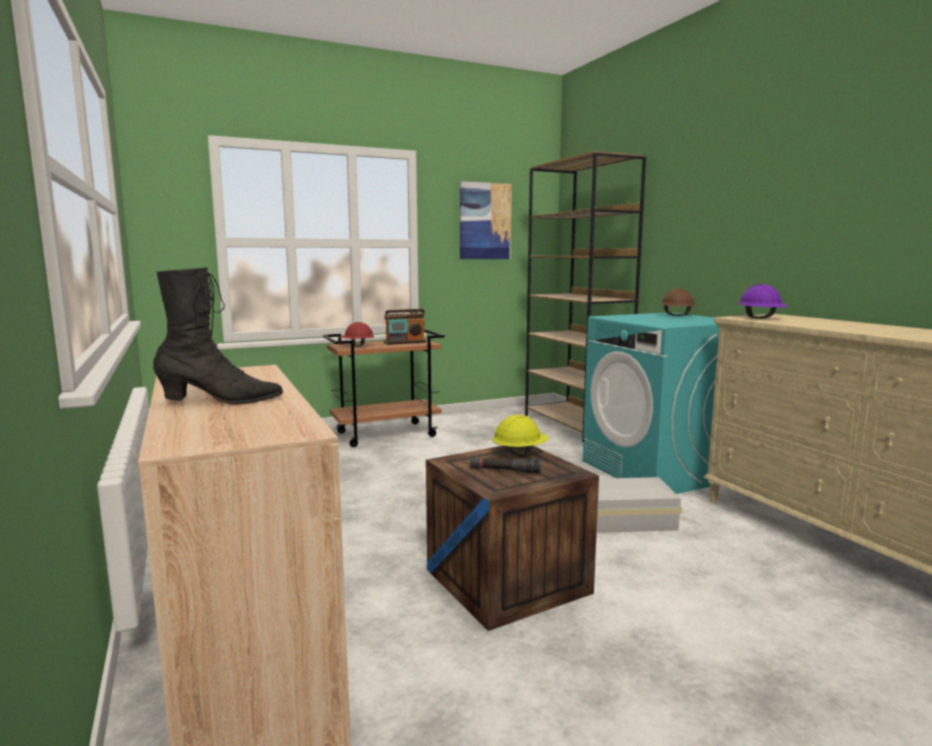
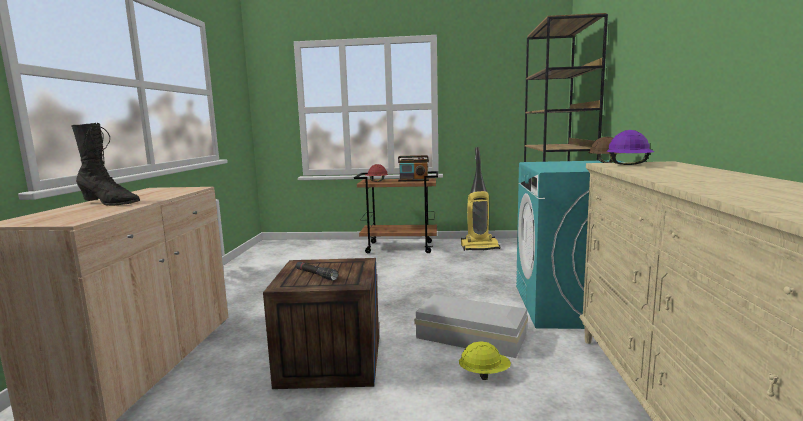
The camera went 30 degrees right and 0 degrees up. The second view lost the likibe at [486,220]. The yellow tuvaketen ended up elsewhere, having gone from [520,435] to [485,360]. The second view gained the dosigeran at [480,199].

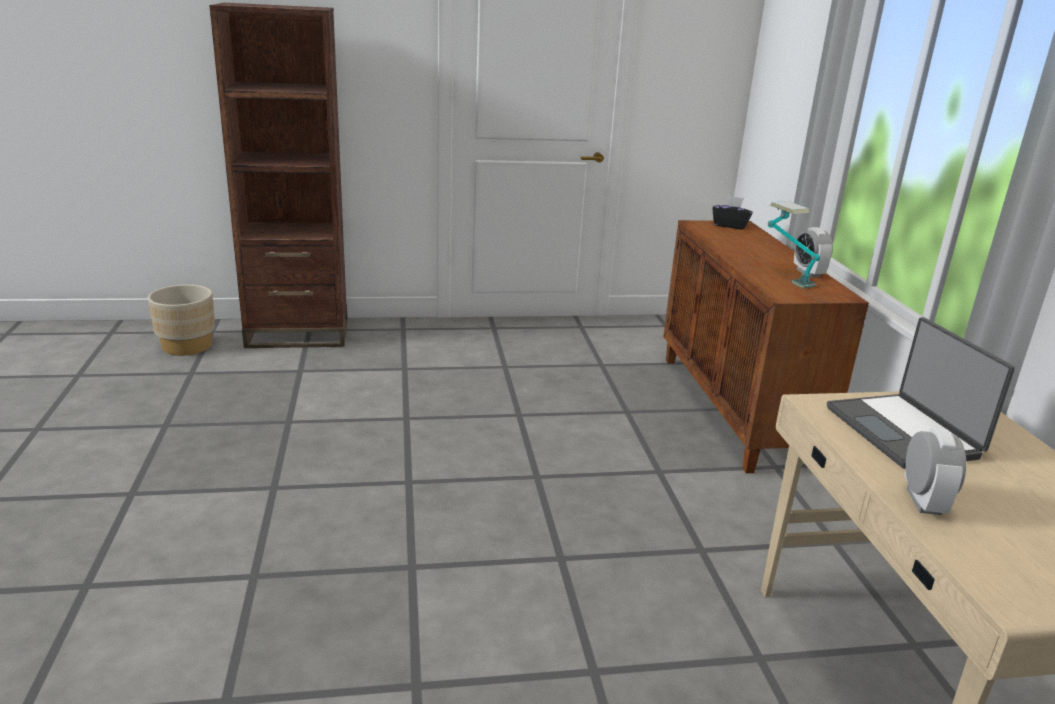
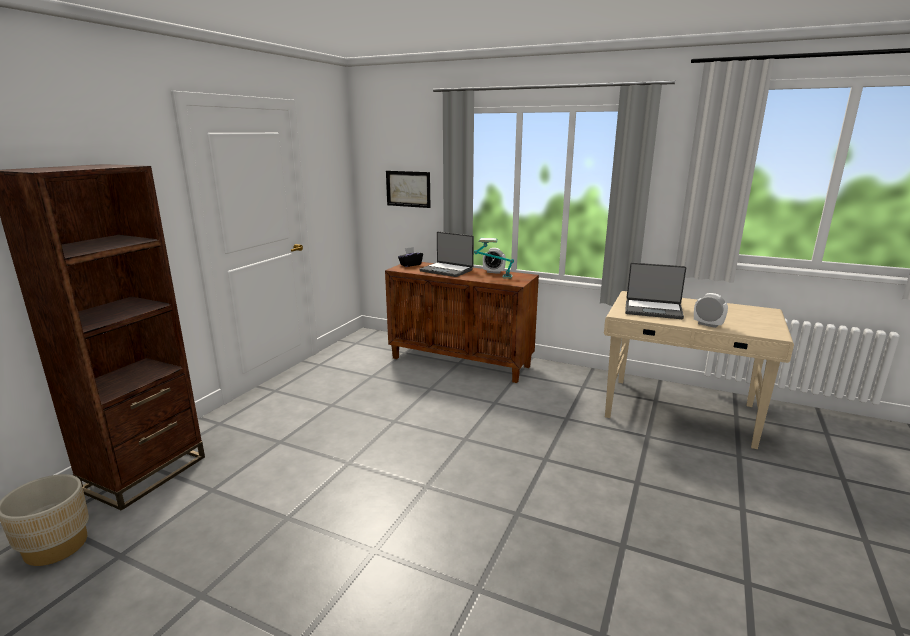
The camera went 55 degrees left and 5 degrees down. The second view gained the likibe at [408,189]. The second view gained the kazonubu at [446,254].

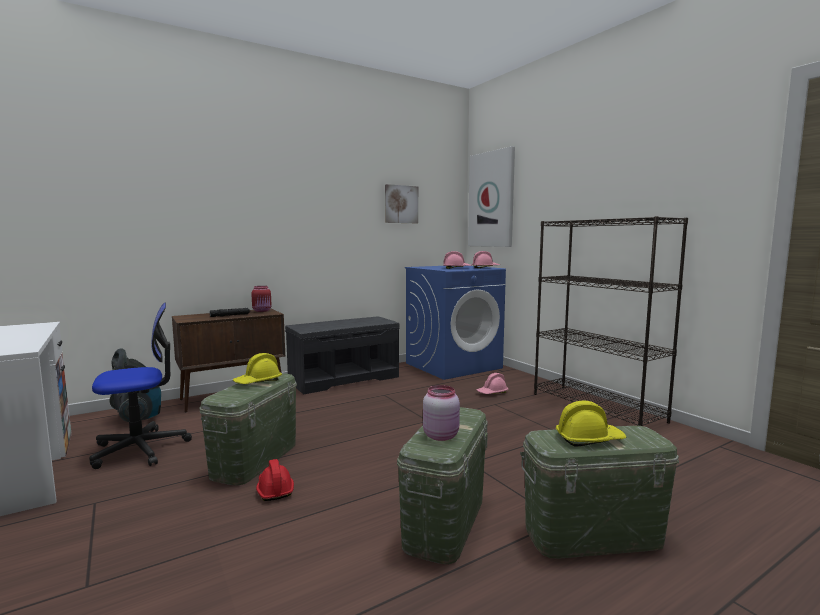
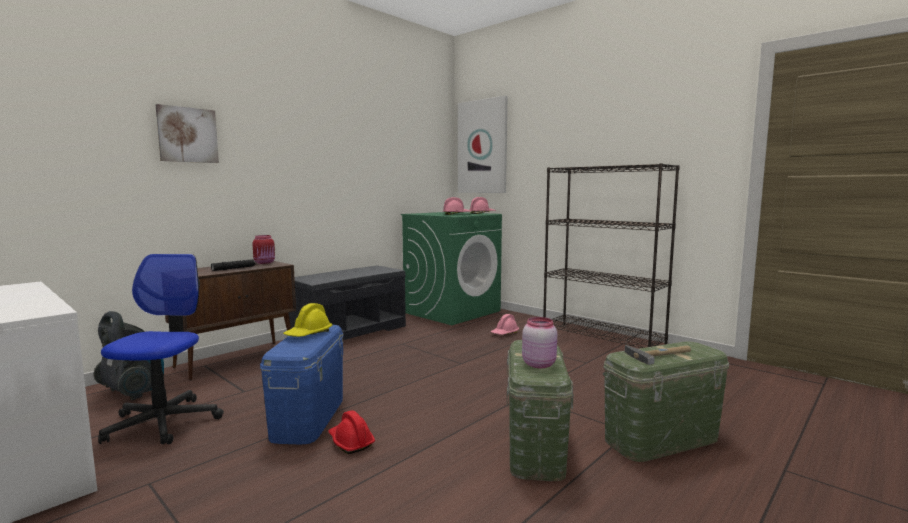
The camera went 15 degrees left and 0 degrees up. The likibe ended up elsewhere, having gone from [401,203] to [187,133]. What was the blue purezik at [455,323] turned into the green purezik at [451,268]. The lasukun at [140,386] ended up facing another way, 45 degrees counterclockwise from before. What was the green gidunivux at [248,429] turned into the blue gidunivux at [302,385]. Where the yellow tuvaketen stood at [591,424], the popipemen came to stand at [658,355].

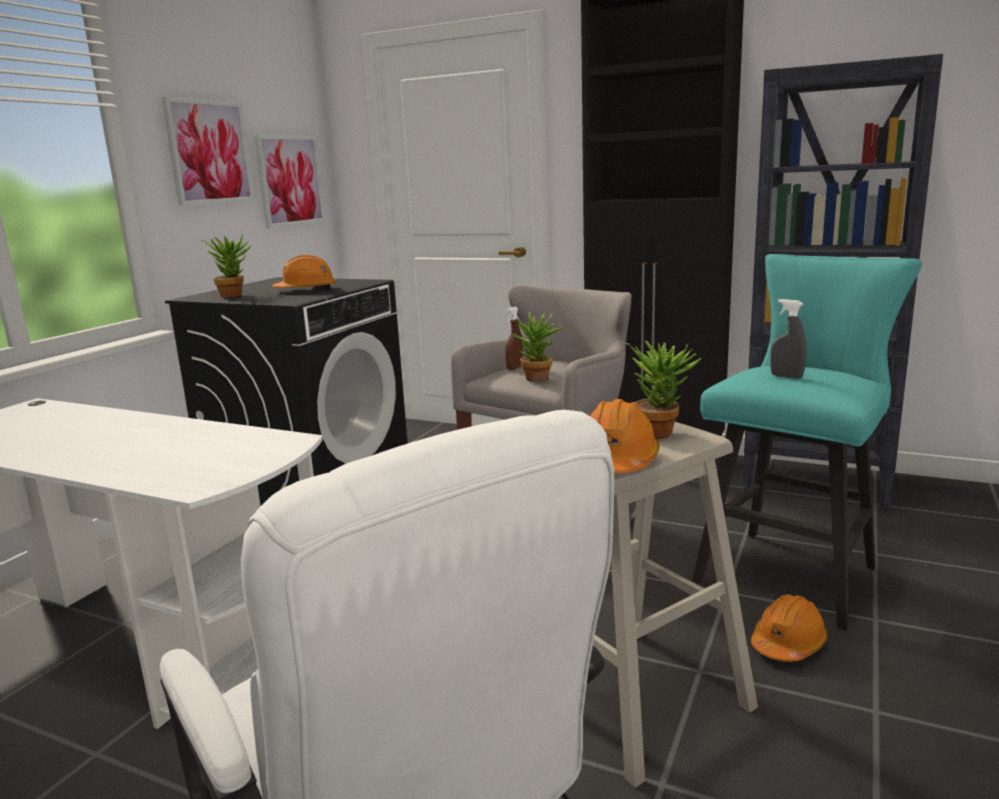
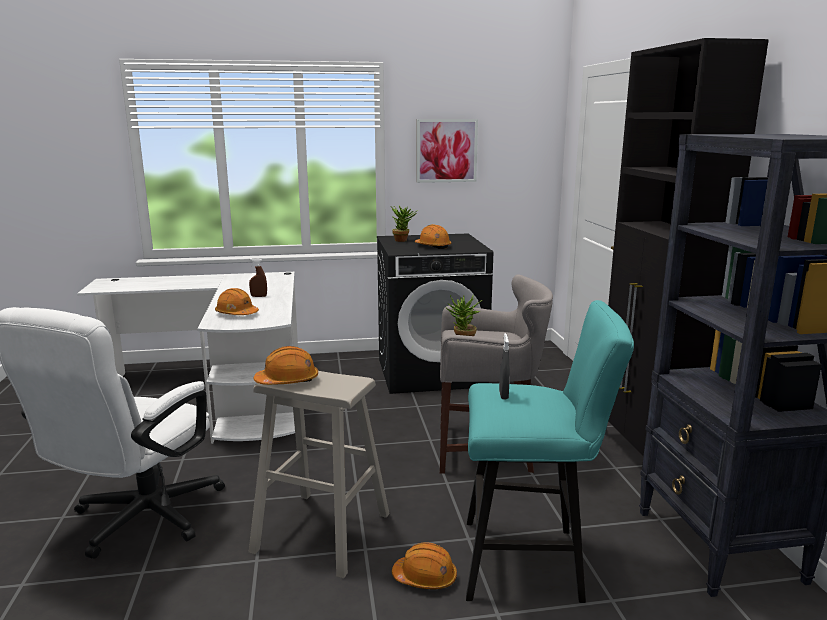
The camera went 55 degrees right and 0 degrees up. The second view lost the likibe at [289,181]. The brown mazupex ended up elsewhere, having gone from [514,338] to [258,277]. The second view lost the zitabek at [663,390]. The second view gained the orange tuvaketen at [237,301].

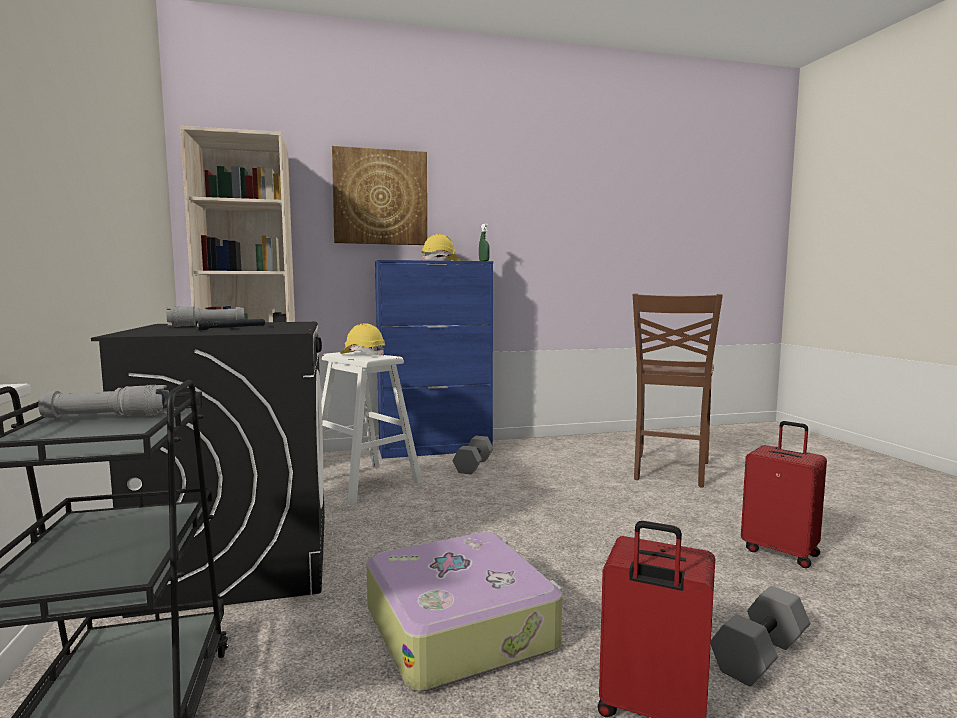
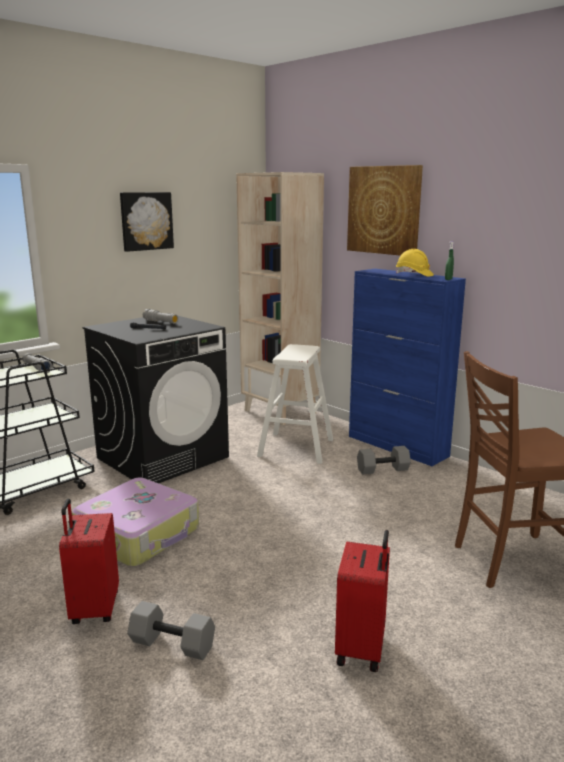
The camera went 60 degrees right and 10 degrees up. The second view lost the yellow tuvaketen at [363,339]. The second view gained the likibe at [147,222].

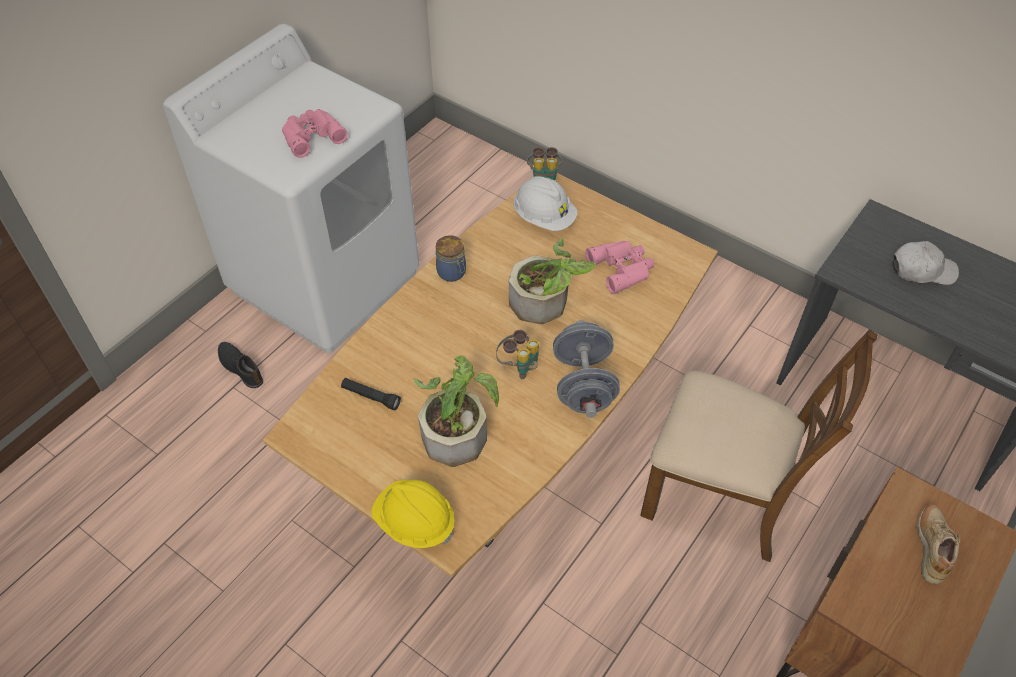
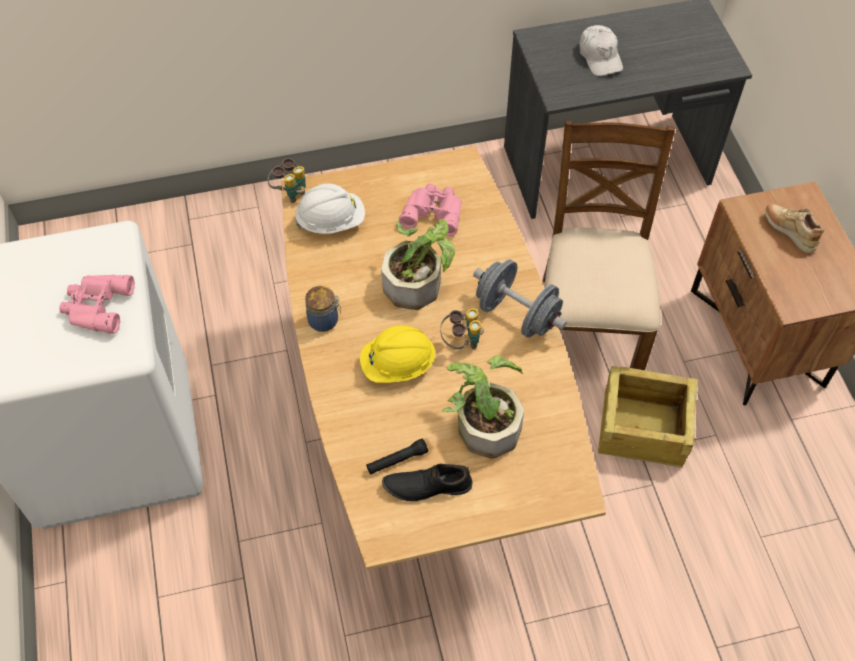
The camera went 50 degrees left and 5 degrees up. The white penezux at [925,263] ended up facing another way, 120 degrees clockwise from before. The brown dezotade at [759,445] ended up facing another way, 60 degrees counterclockwise from before. The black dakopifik ended up elsewhere, having gone from [240,365] to [427,482]. The yellow tuvaketen ended up elsewhere, having gone from [413,514] to [398,354]. The second view gained the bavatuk at [648,416].

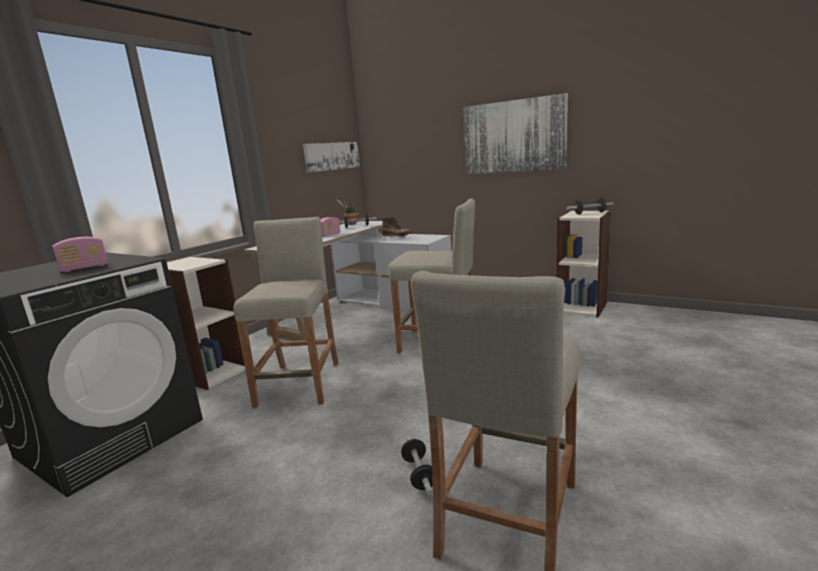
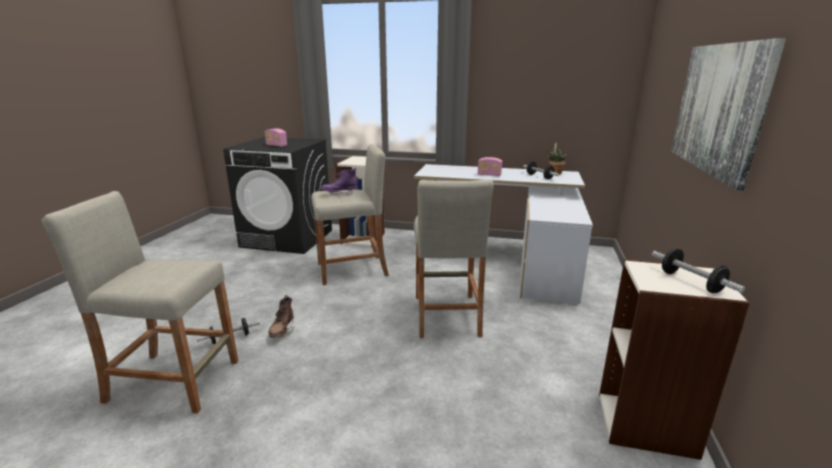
The camera went 70 degrees right and 5 degrees up. The second view lost the likibe at [331,157]. The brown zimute ended up elsewhere, having gone from [396,228] to [281,316]. The second view gained the purple zimute at [339,181].

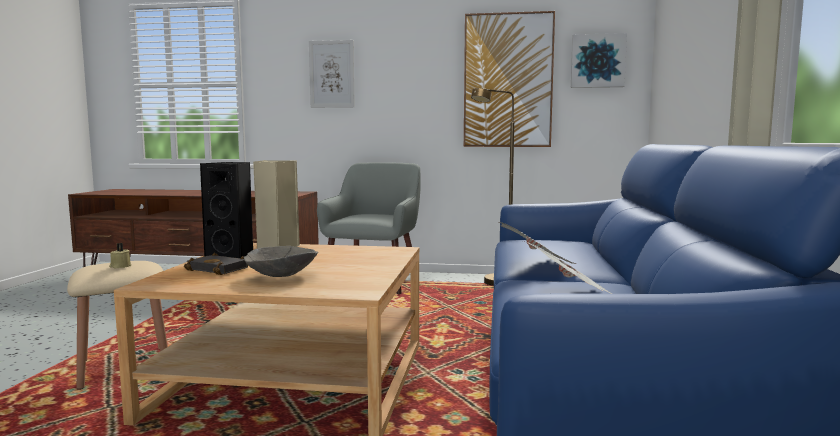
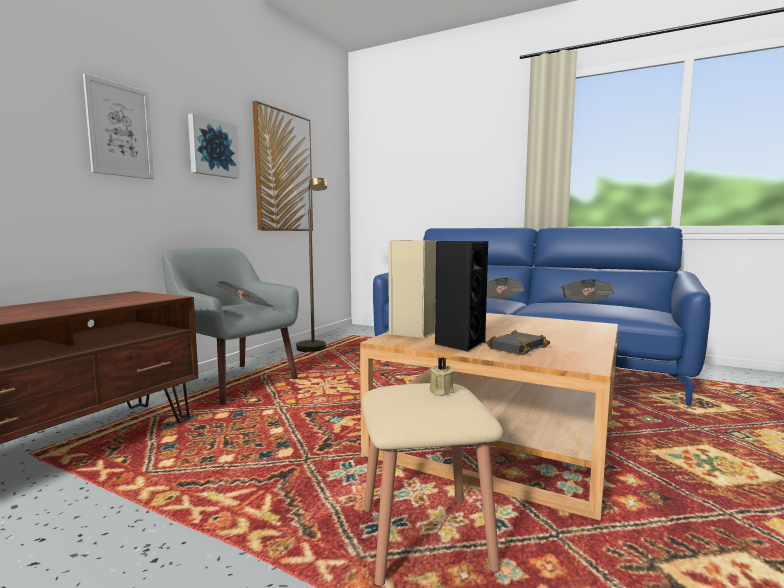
The camera went 70 degrees left and 0 degrees up. The likibe ended up elsewhere, having gone from [599,60] to [213,146]. The second view lost the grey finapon at [281,261]. The second view gained the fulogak at [245,294].

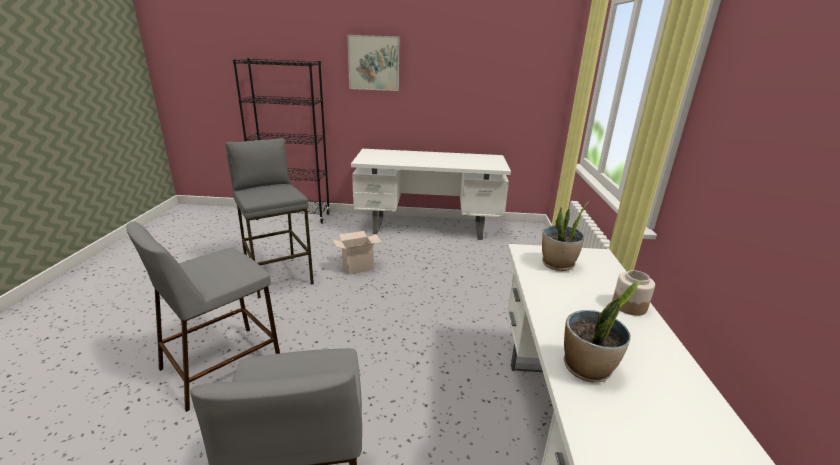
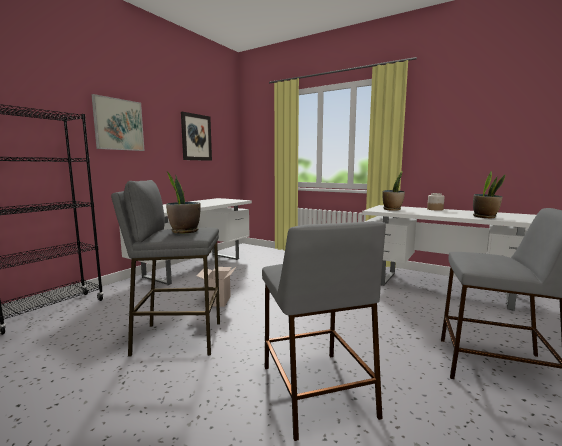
The camera went 60 degrees left and 15 degrees down. The second view gained the likibe at [196,136]. The second view gained the zitabek at [183,202].

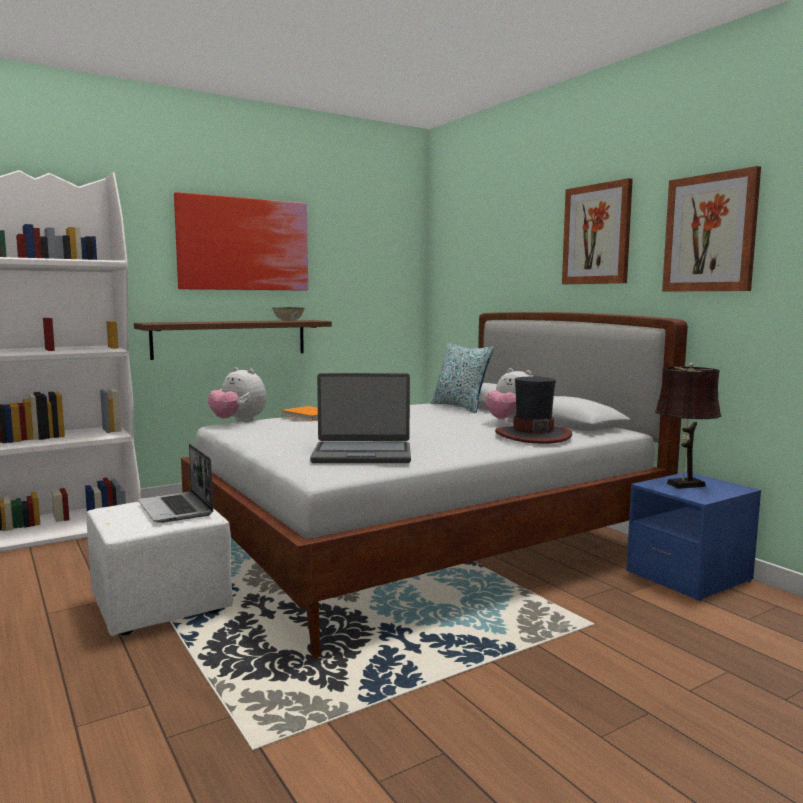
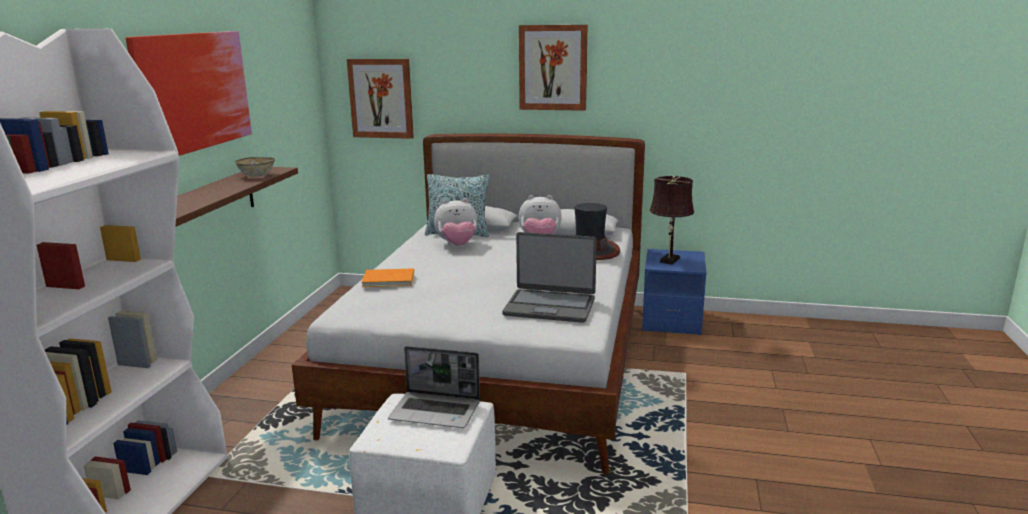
The camera went 45 degrees left and 10 degrees up. The likibe ended up elsewhere, having gone from [711,228] to [380,99]. The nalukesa ended up elsewhere, having gone from [237,394] to [456,222]. The kazonubu at [360,418] ended up facing another way, 60 degrees clockwise from before.

